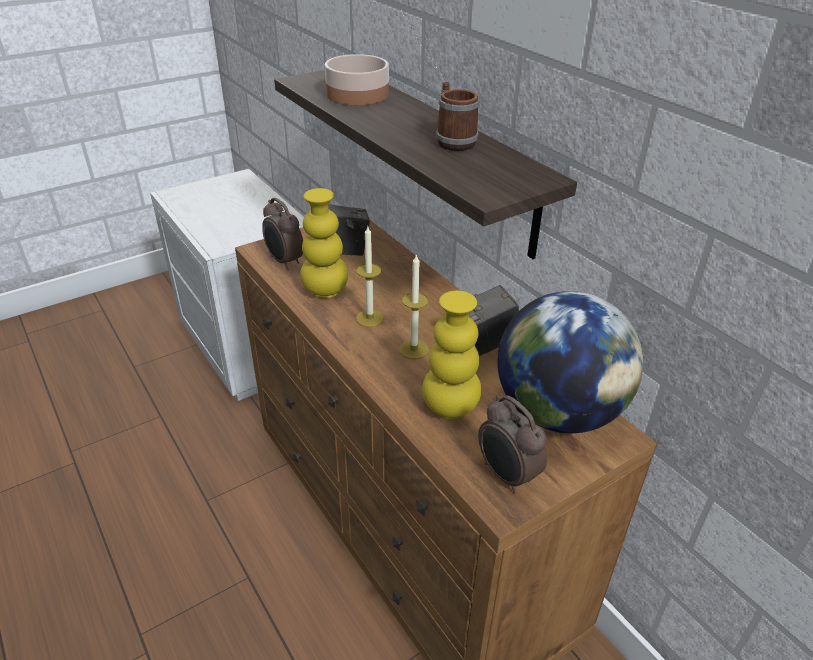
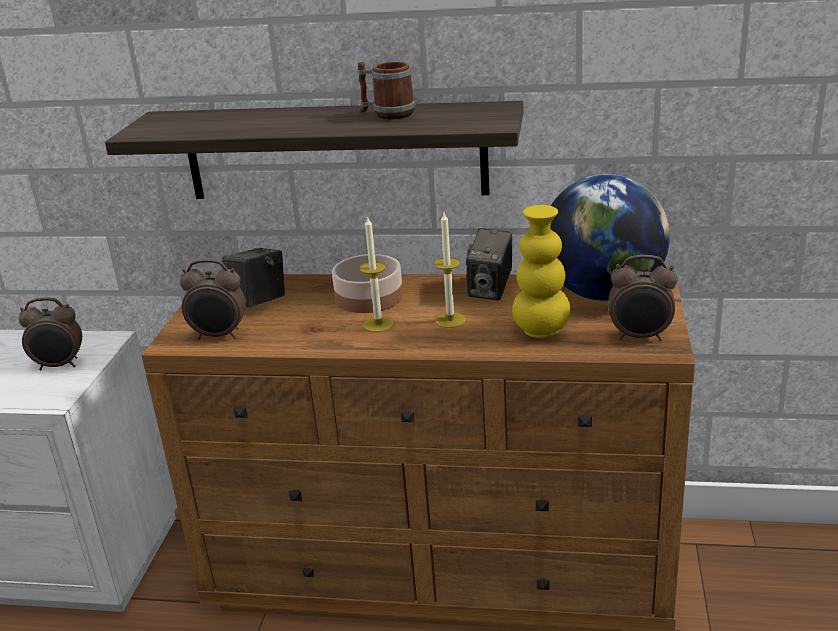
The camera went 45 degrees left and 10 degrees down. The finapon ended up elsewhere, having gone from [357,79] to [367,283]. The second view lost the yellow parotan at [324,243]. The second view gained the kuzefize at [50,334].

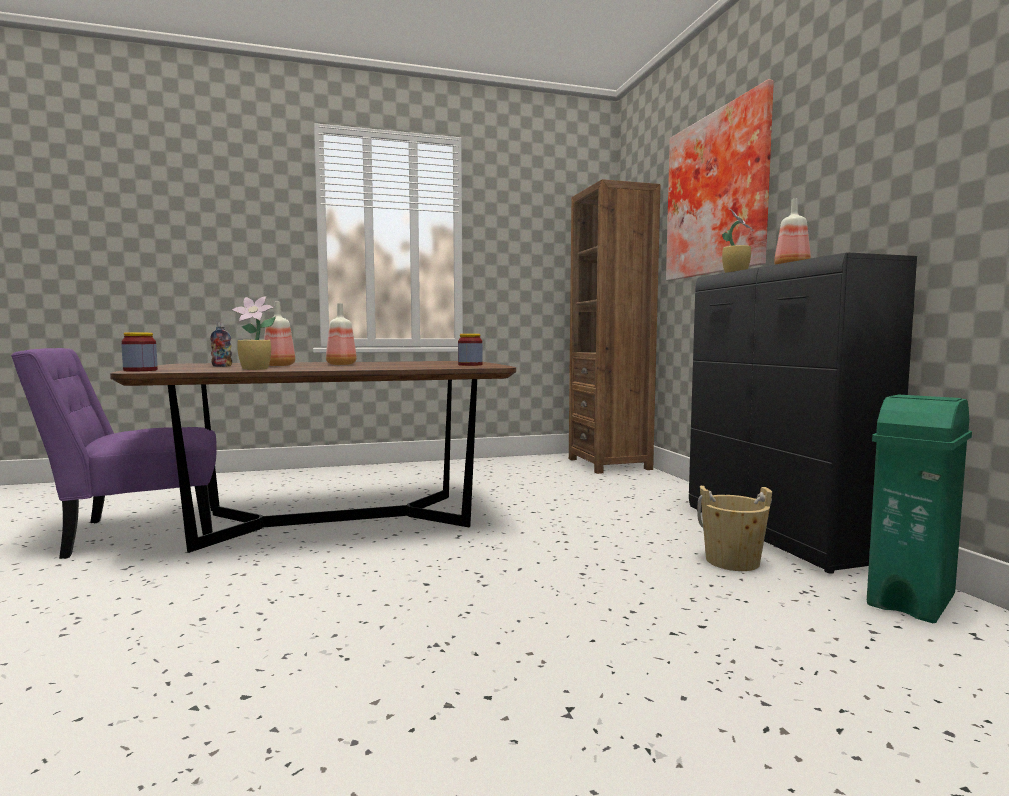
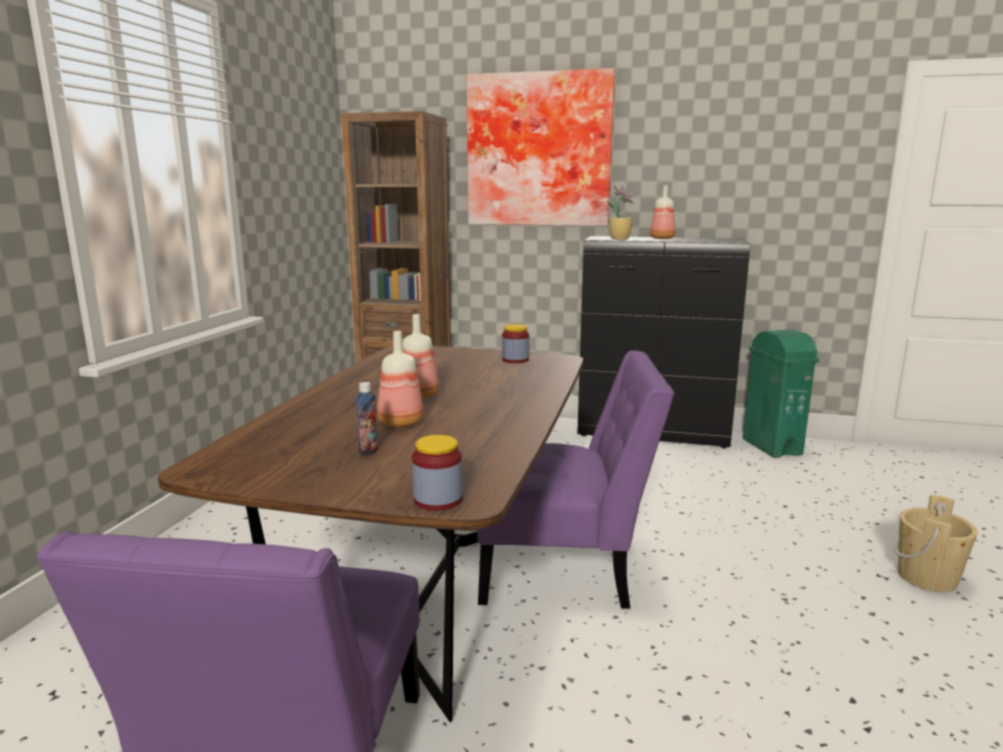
The camera went 60 degrees left and 10 degrees up. The second view lost the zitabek at [254,333]. The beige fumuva ended up elsewhere, having gone from [734,528] to [936,544]. The second view gained the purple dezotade at [576,479].

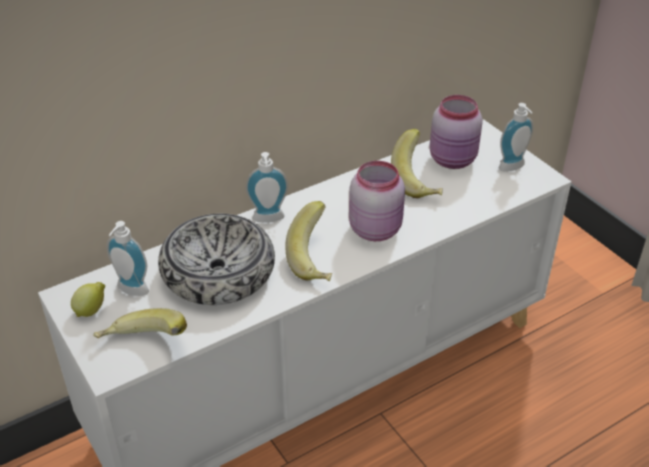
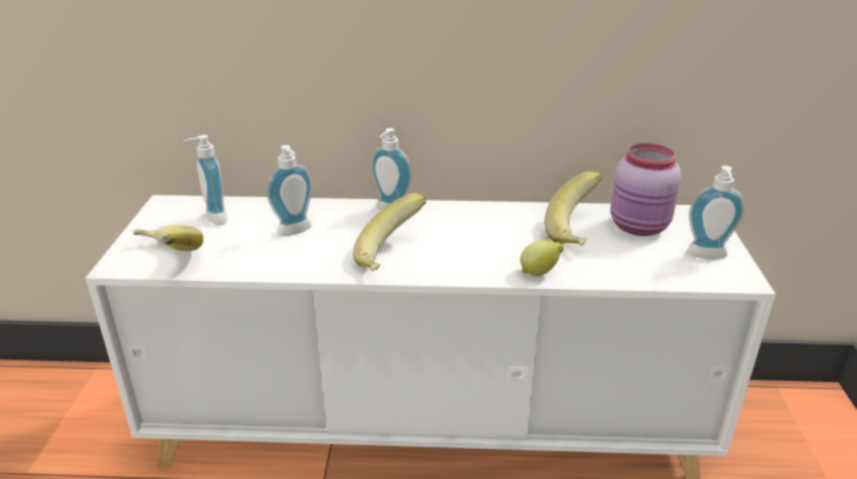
The camera went 35 degrees right and 10 degrees down. The second view lost the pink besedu at [377,201]. Where the finapon stood at [216,259], the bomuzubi came to stand at [289,190]. The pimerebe ended up elsewhere, having gone from [88,299] to [542,258].

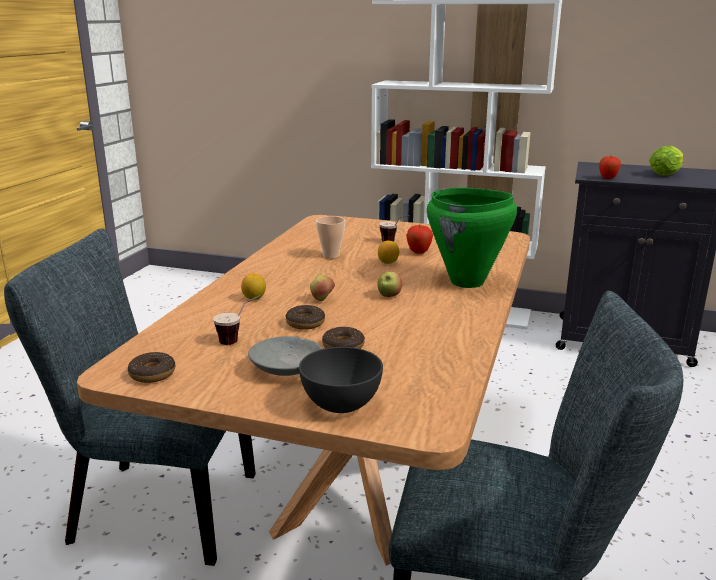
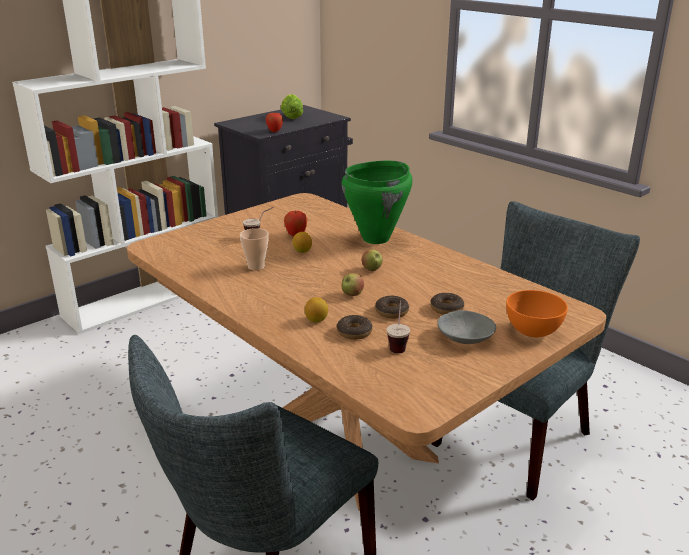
The camera went 60 degrees left and 5 degrees up. What was the grey finapon at [341,380] turned into the orange finapon at [537,313]. The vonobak ended up elsewhere, having gone from [151,367] to [354,327].

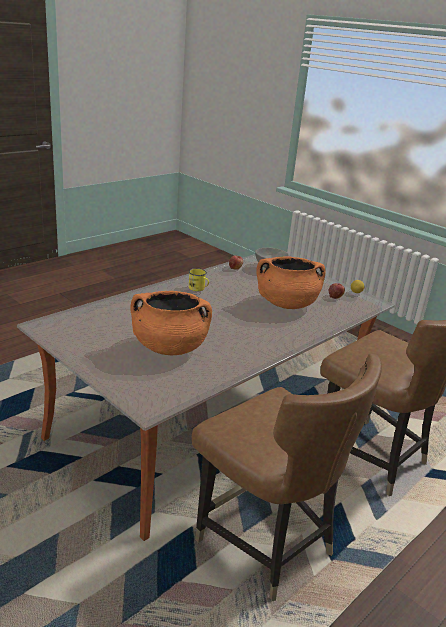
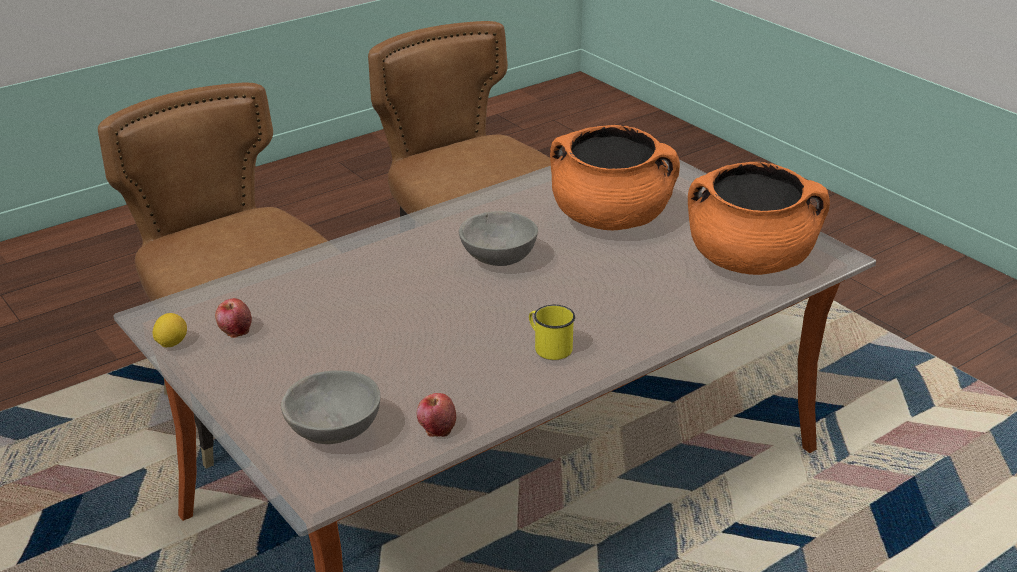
The camera went 170 degrees left and 5 degrees up. The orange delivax ended up elsewhere, having gone from [291,283] to [759,218]. The second view gained the grey finapon at [498,238].

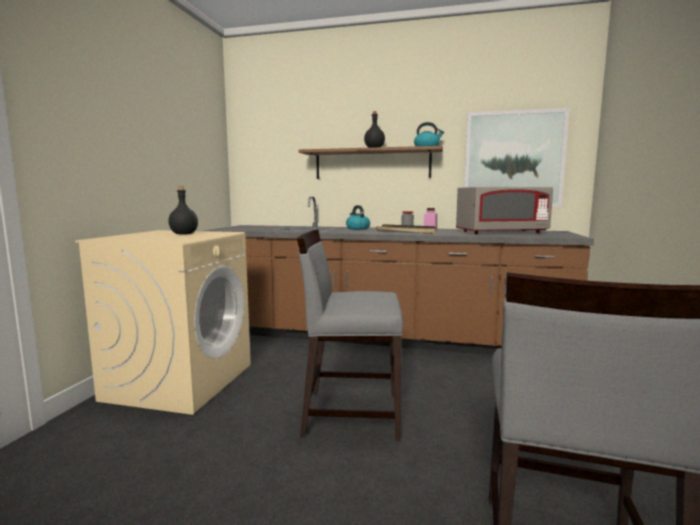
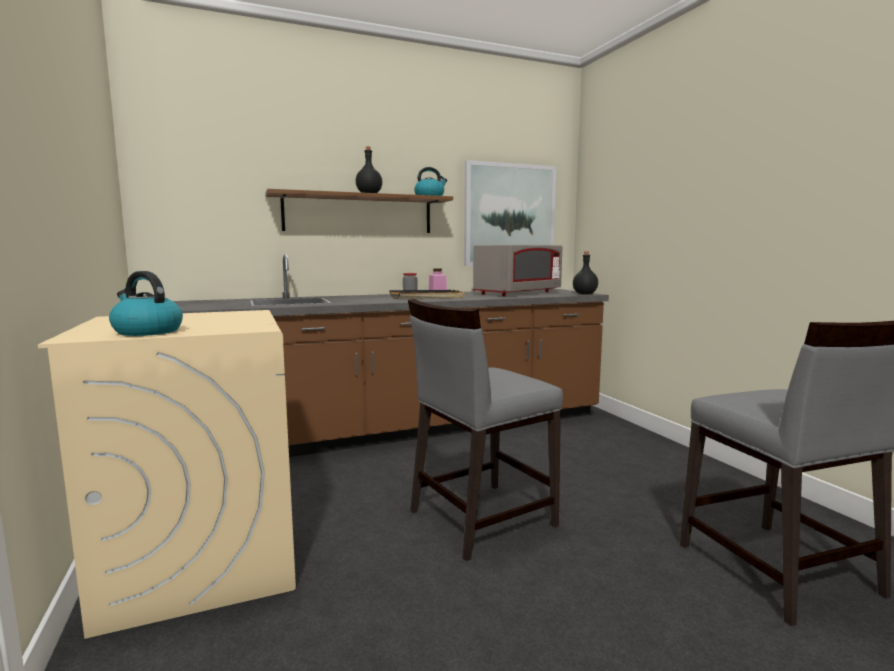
The camera went 35 degrees left and 0 degrees up. The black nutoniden ended up elsewhere, having gone from [183,210] to [585,272]. The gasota ended up elsewhere, having gone from [358,217] to [146,303].

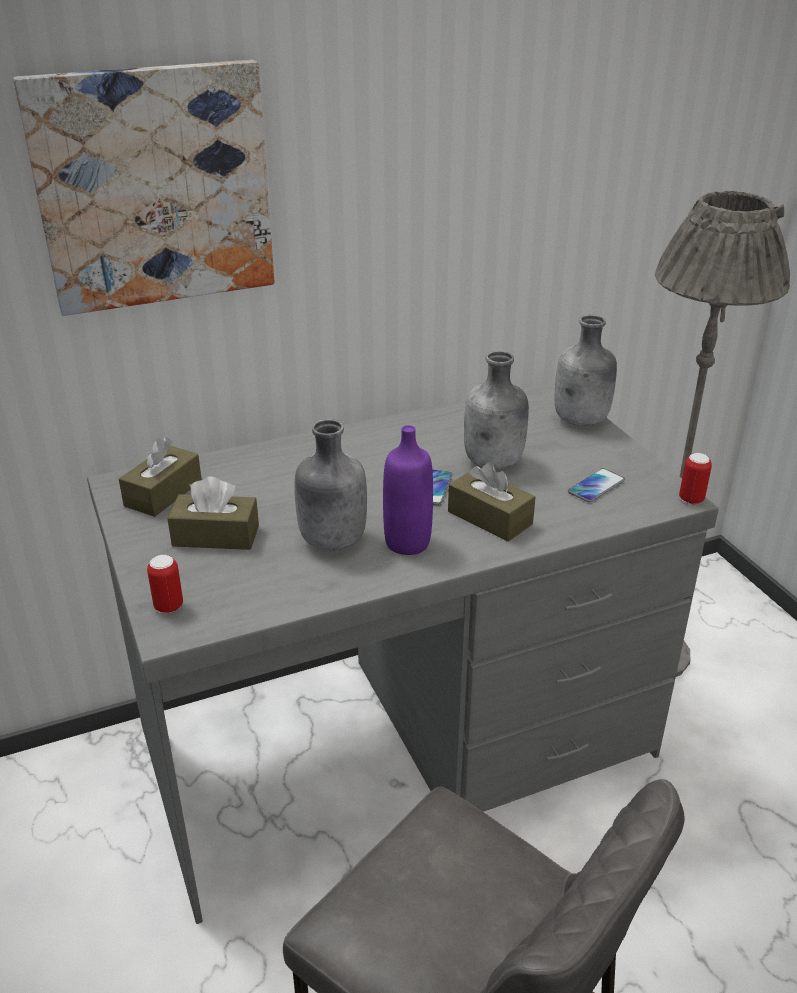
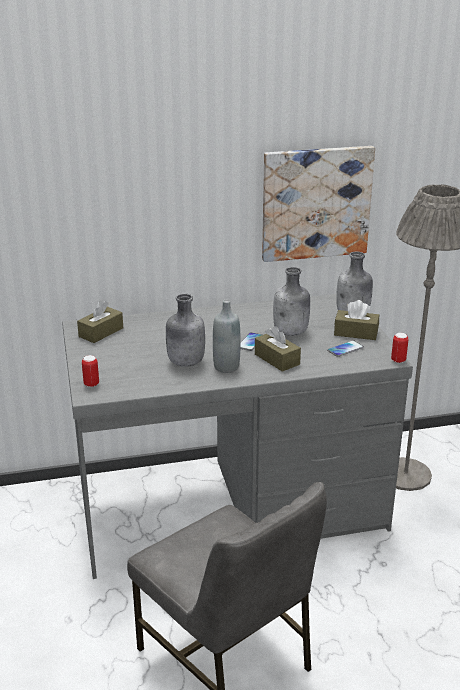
The camera went 10 degrees right and 5 degrees down. The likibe ended up elsewhere, having gone from [143,188] to [318,204]. What was the purple nutoniden at [408,490] turned into the grey nutoniden at [226,336]. The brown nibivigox ended up elsewhere, having gone from [213,513] to [356,320].

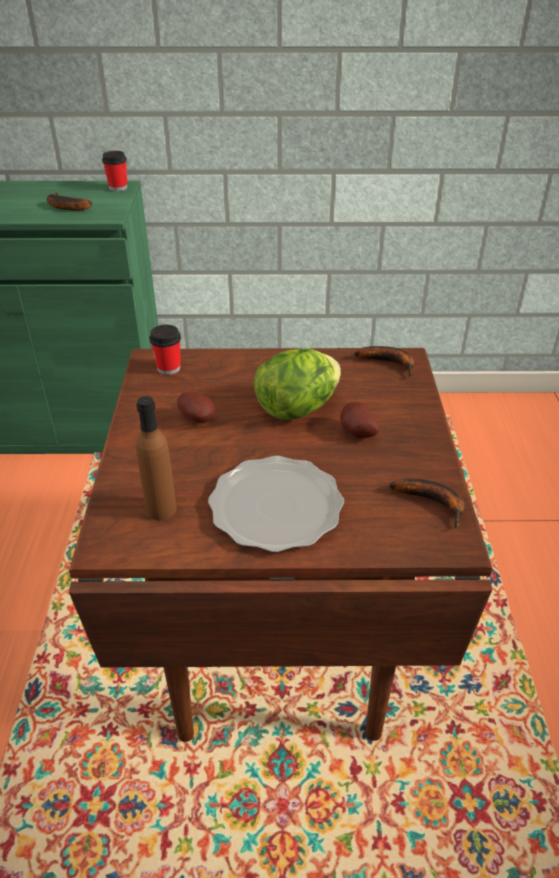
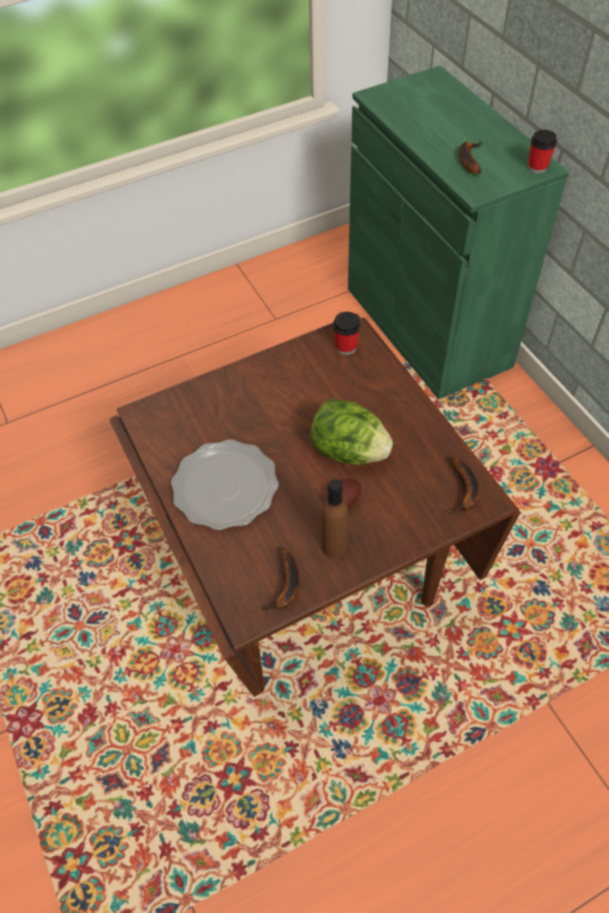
The camera went 65 degrees right and 15 degrees up. The second view lost the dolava at [196,407]. The brown nutoniden ended up elsewhere, having gone from [156,458] to [334,518].

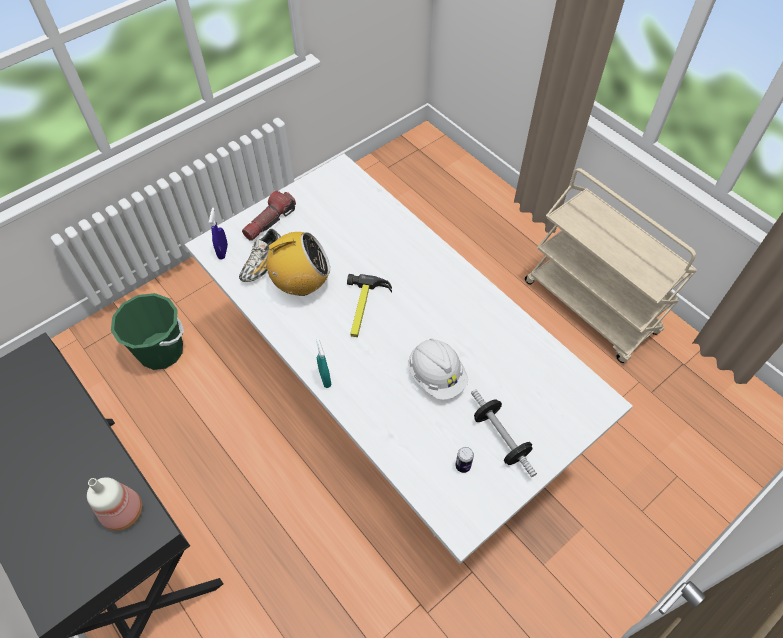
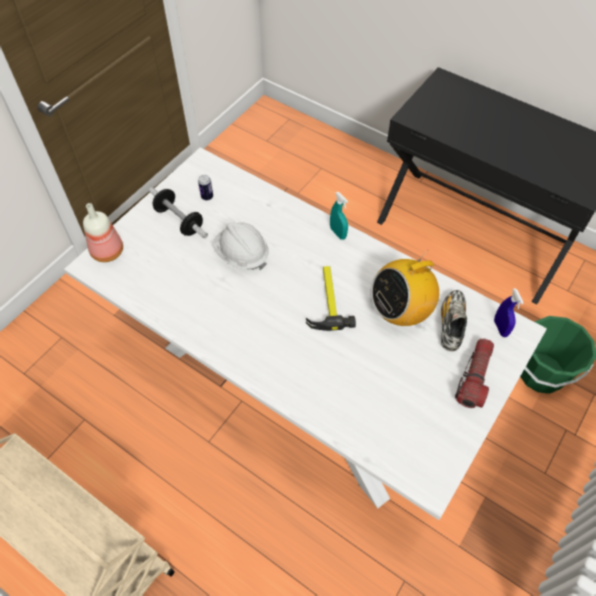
The camera went 165 degrees right and 0 degrees up. The nutoniden ended up elsewhere, having gone from [114,504] to [103,232].

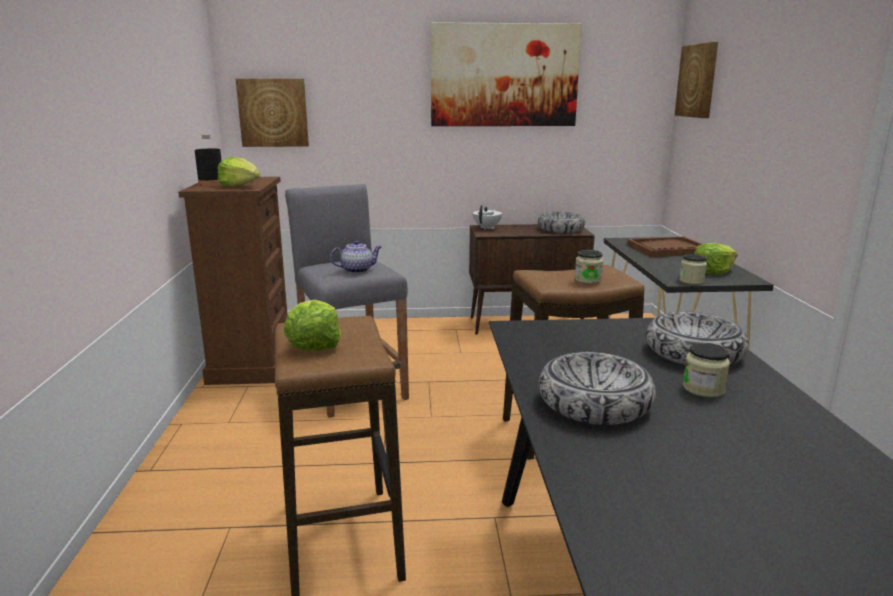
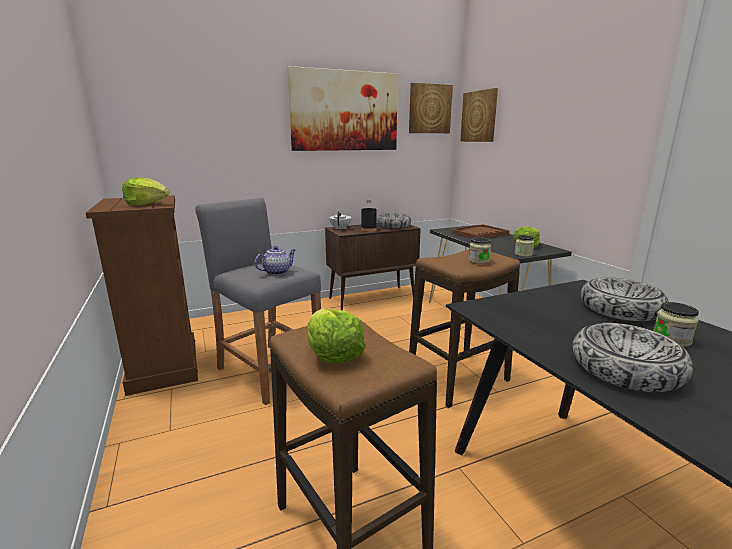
The camera went 20 degrees left and 0 degrees up. The likibe ended up elsewhere, having gone from [272,113] to [431,108]. The black nutoniden ended up elsewhere, having gone from [208,160] to [369,216].

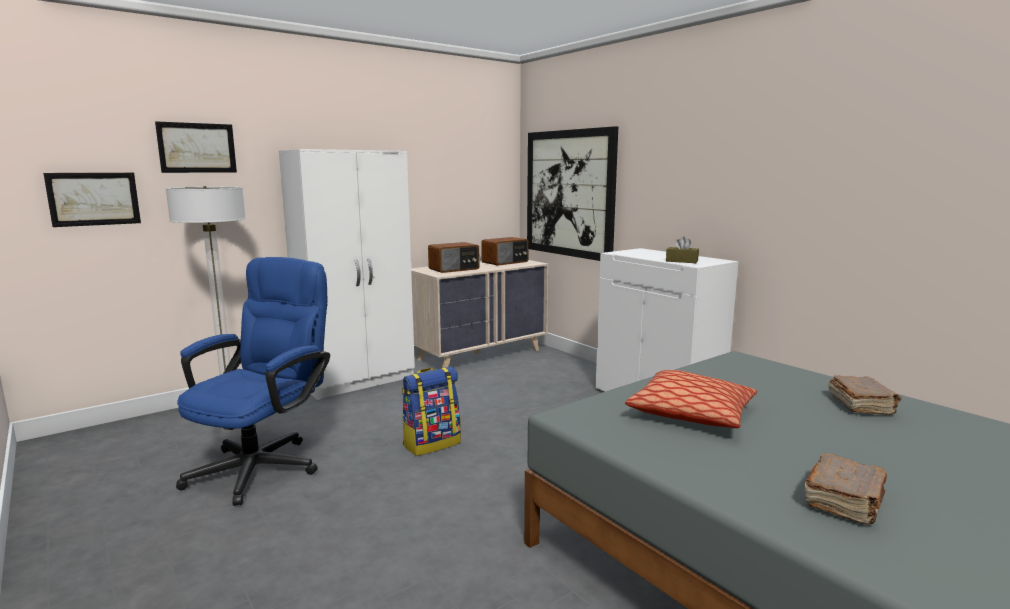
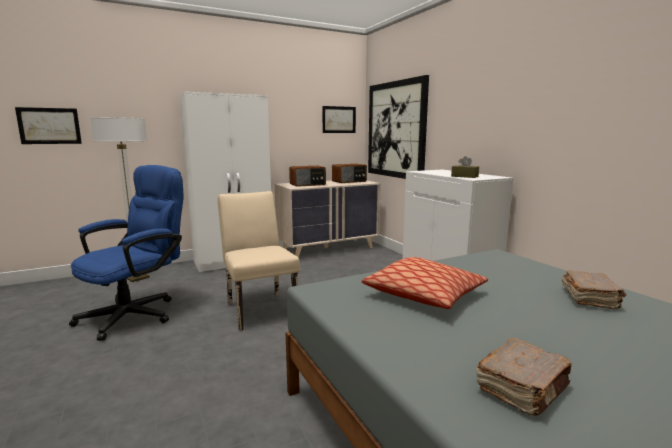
The camera went 10 degrees right and 0 degrees up. The likibe ended up elsewhere, having gone from [196,147] to [339,119]. Where the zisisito stood at [431,411], the beige dezotade came to stand at [258,261].

